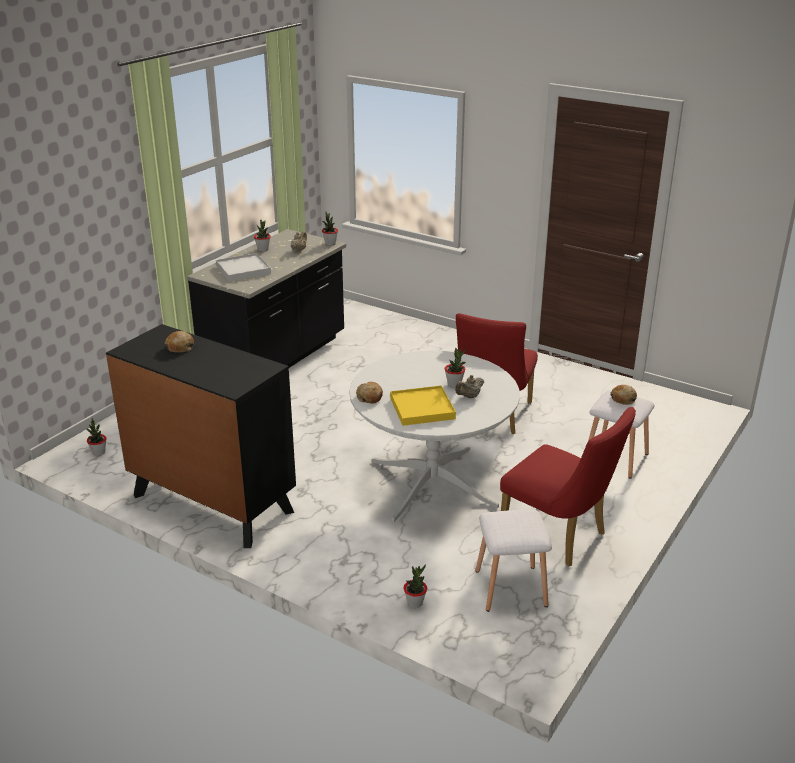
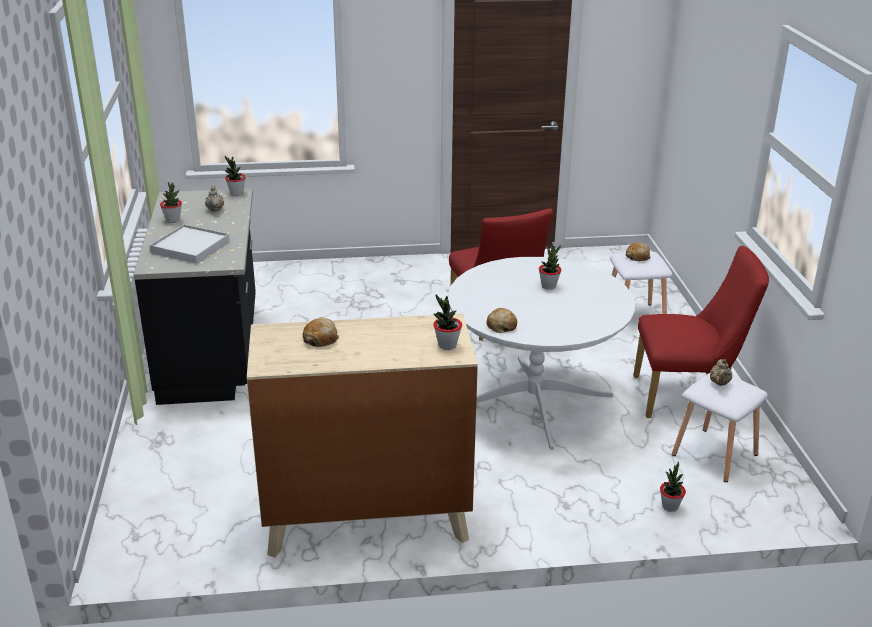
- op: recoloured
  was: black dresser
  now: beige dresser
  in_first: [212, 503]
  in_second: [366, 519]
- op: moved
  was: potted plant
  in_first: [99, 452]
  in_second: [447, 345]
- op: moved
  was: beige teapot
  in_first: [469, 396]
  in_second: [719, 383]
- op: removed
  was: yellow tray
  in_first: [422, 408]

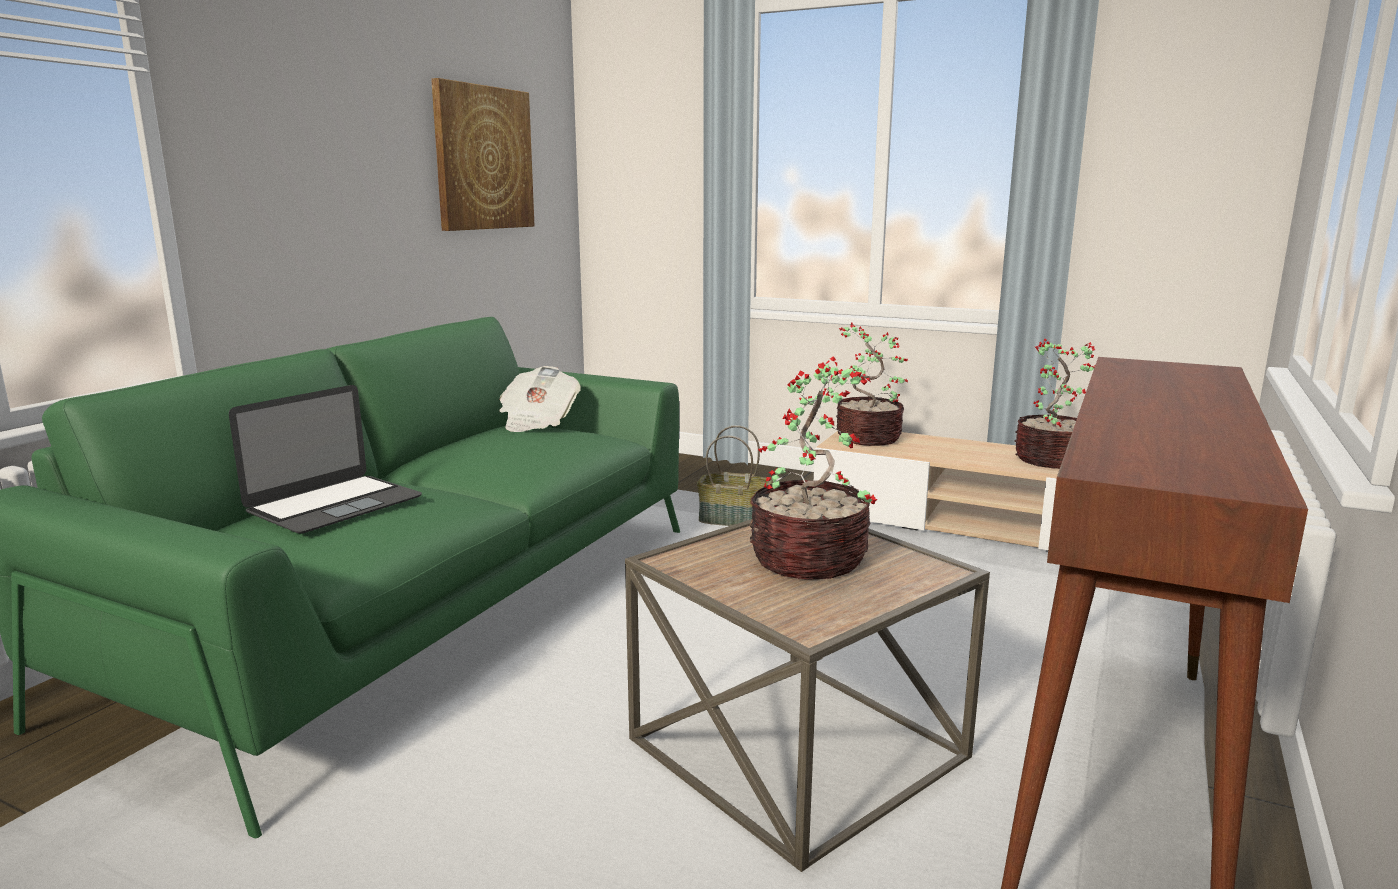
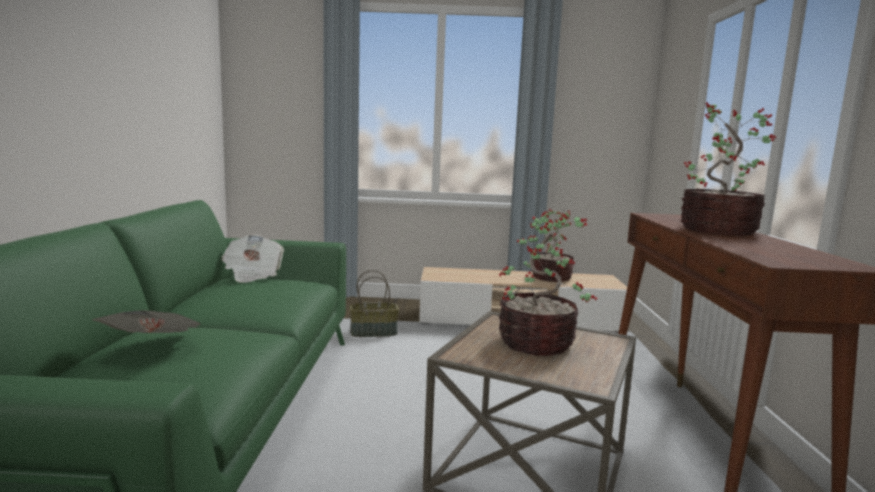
- op: replaced
  was: laptop
  now: newspaper
  in_first: [334, 504]
  in_second: [154, 348]
- op: moved
  was: potted plant
  in_first: [866, 438]
  in_second: [715, 230]
- op: removed
  was: picture
  in_first: [483, 158]

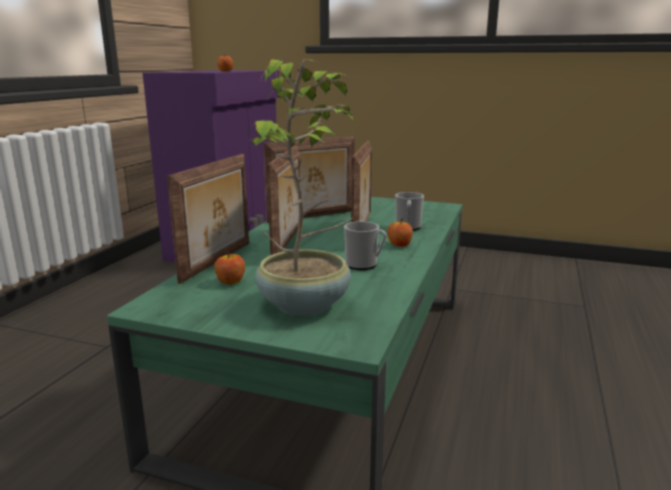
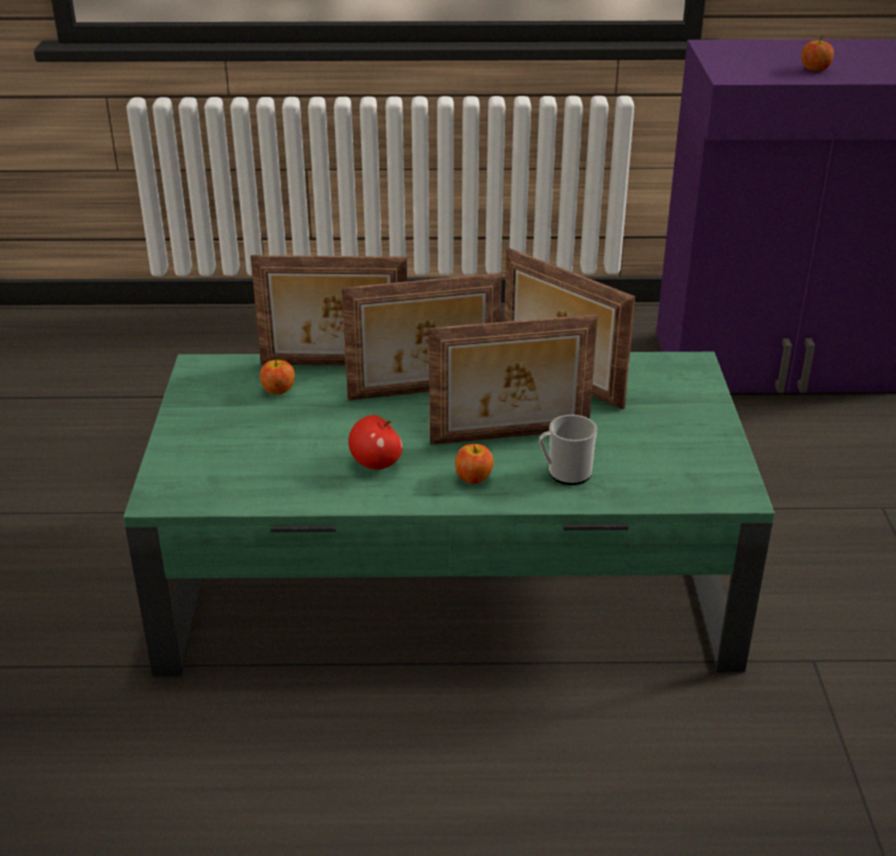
- op: replaced
  was: mug
  now: apple
  in_first: [364, 265]
  in_second: [376, 464]
- op: removed
  was: potted plant
  in_first: [306, 304]

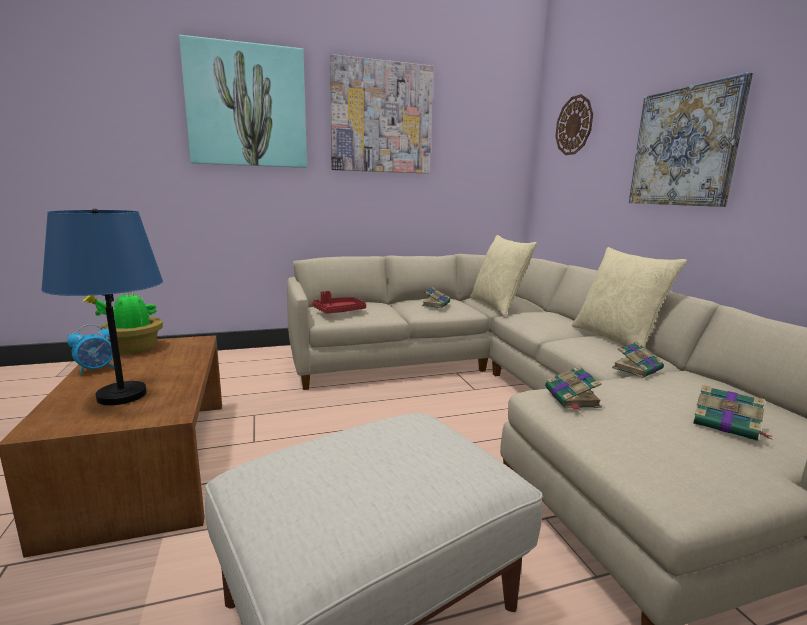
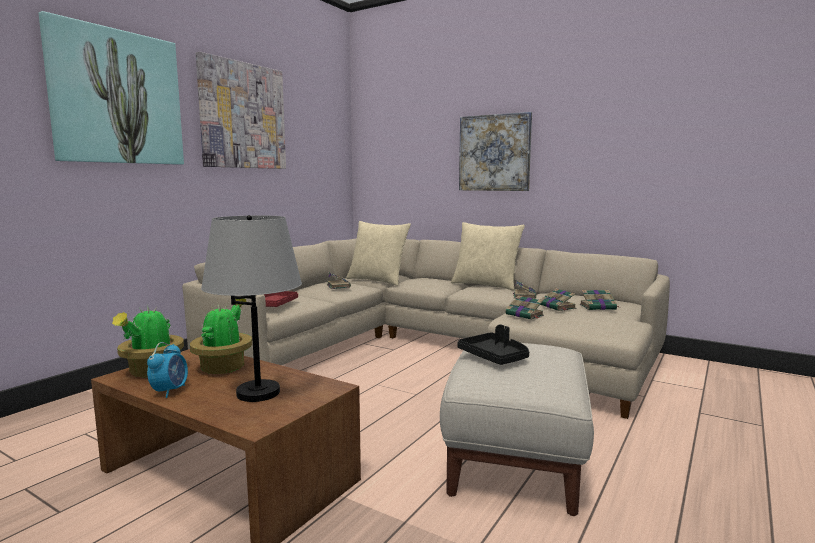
- op: added
  now: potted plant
  in_second: [224, 367]
- op: recoloured
  was: blue table lamp
  now: grey table lamp
  in_first: [122, 395]
  in_second: [259, 393]
- op: added
  now: black tray
  in_second: [495, 357]
- op: added
  now: book
  in_second: [558, 307]
- op: removed
  was: wall clock
  in_first: [574, 125]

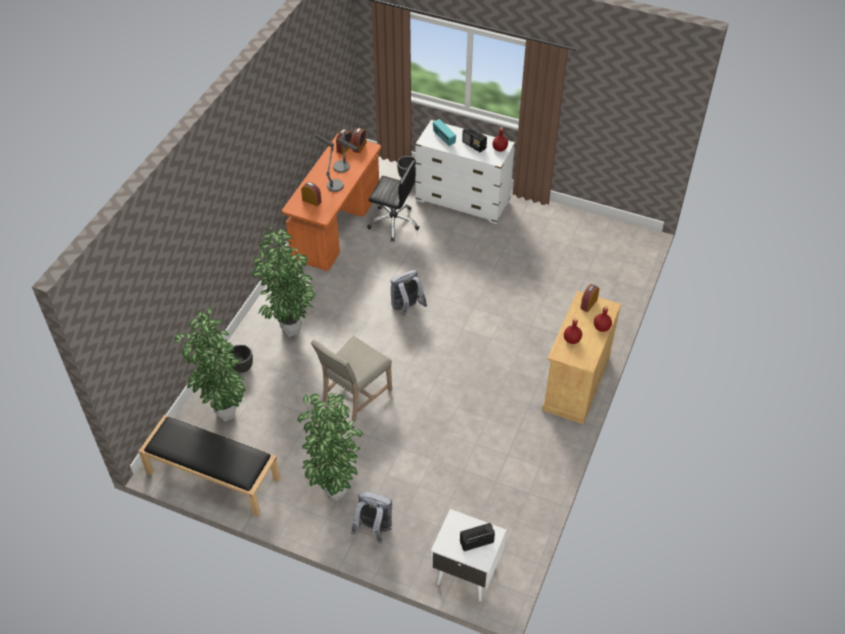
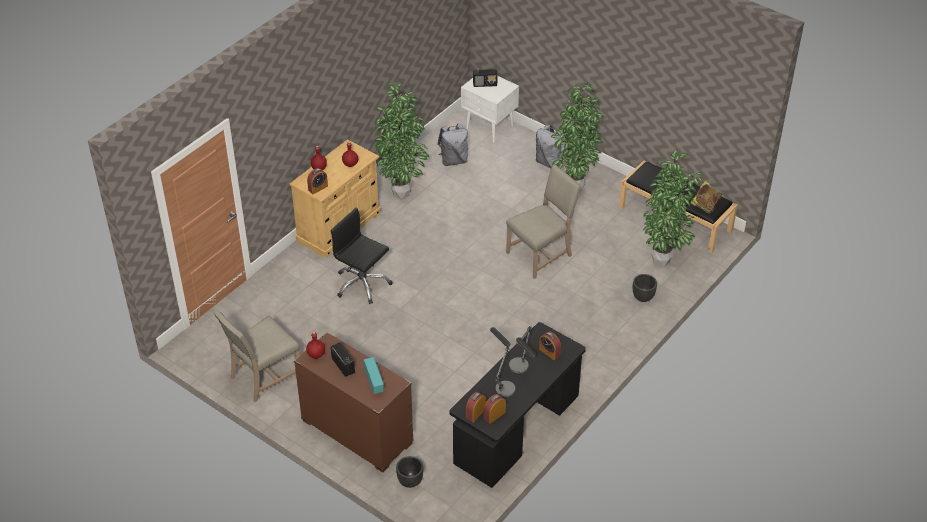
- op: added
  now: beige chair
  in_second: [263, 377]
- op: recoloured
  was: white dresser
  now: brown dresser
  in_first: [463, 201]
  in_second: [357, 432]
- op: moved
  was: black office chair
  in_first: [394, 223]
  in_second: [362, 284]
- op: moved
  was: potted plant
  in_first: [290, 332]
  in_second: [403, 193]
- op: moved
  was: grey backpack
  in_first: [406, 308]
  in_second: [453, 160]
- op: recoloured
  was: orange desk
  now: black desk
  in_first: [336, 226]
  in_second: [517, 431]
- op: added
  now: book
  in_second: [705, 205]

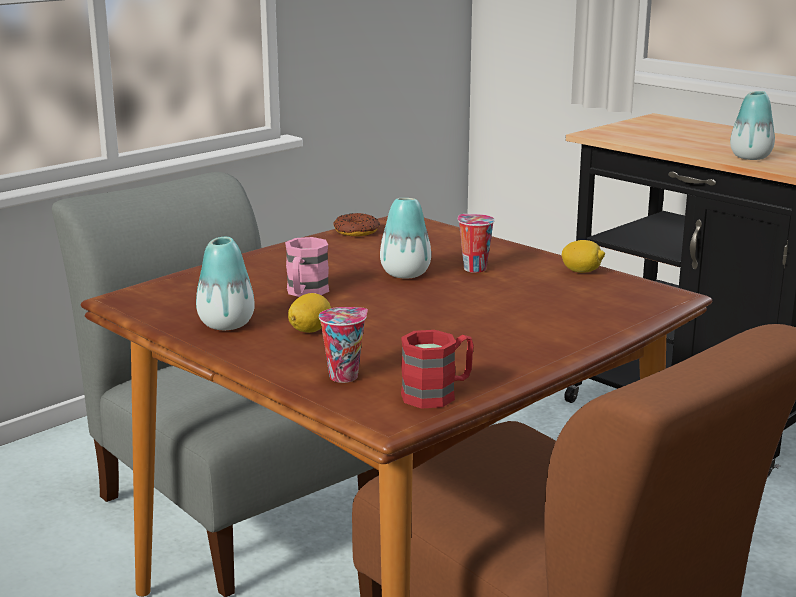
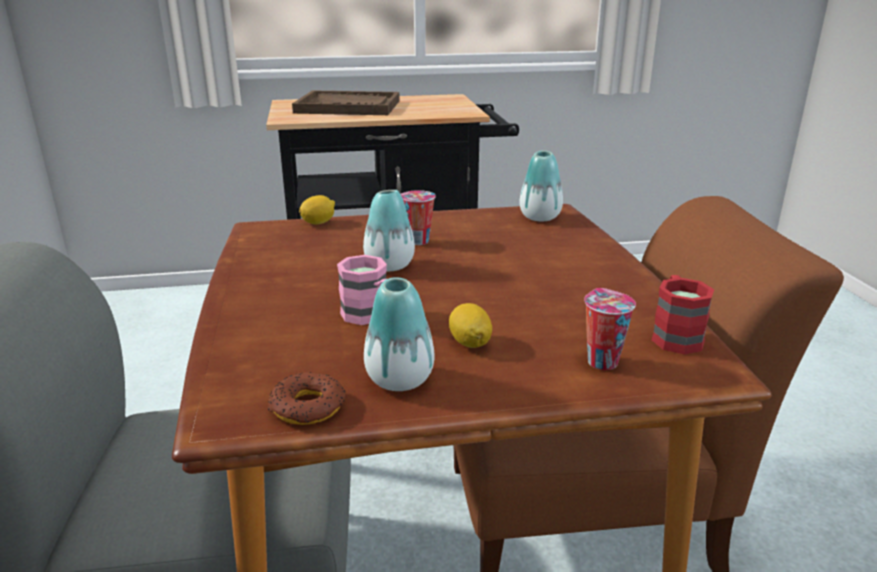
- op: moved
  was: donut
  in_first: [356, 231]
  in_second: [307, 407]
- op: added
  now: brown tray
  in_second: [348, 107]
- op: moved
  was: lemon
  in_first: [581, 271]
  in_second: [318, 223]
- op: moved
  was: vase
  in_first: [750, 157]
  in_second: [540, 217]

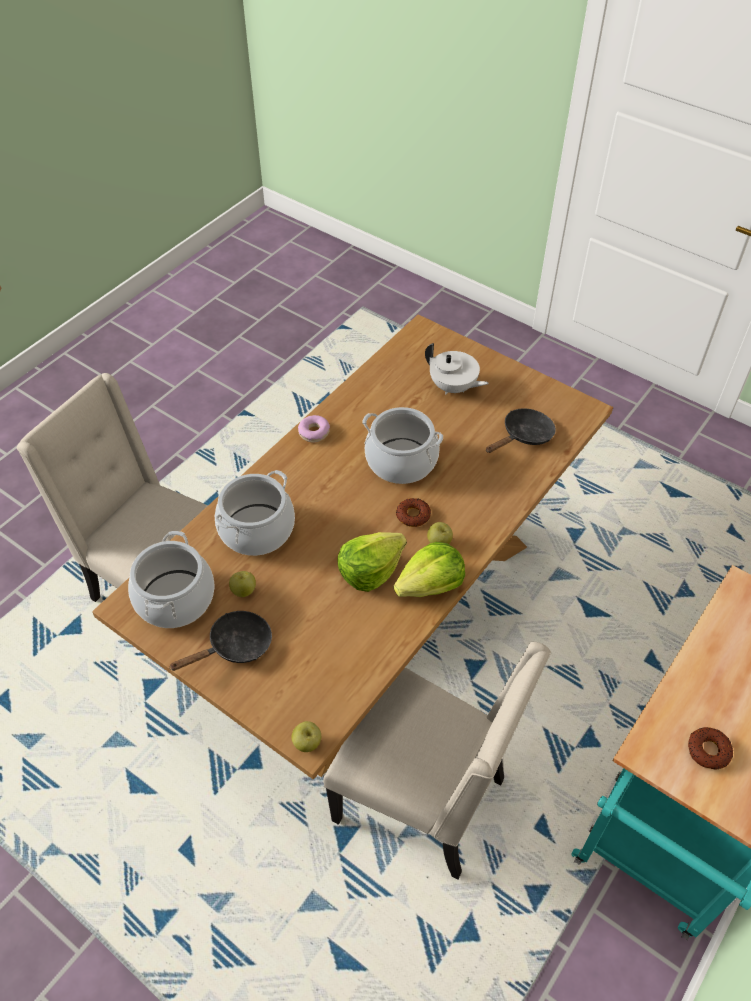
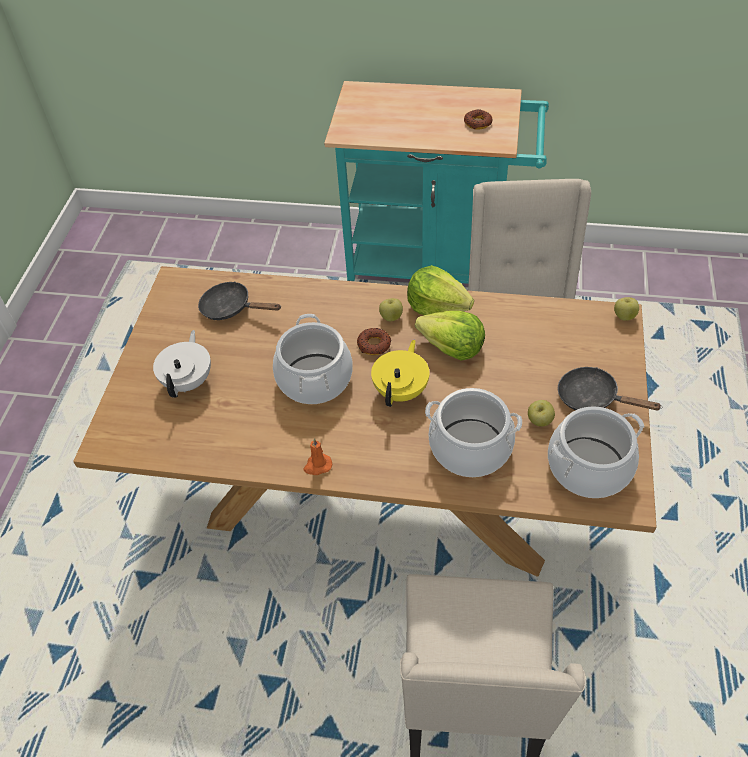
- op: replaced
  was: donut
  now: orange candle
  in_first: [314, 432]
  in_second: [317, 466]
- op: added
  now: yellow teapot
  in_second: [401, 390]

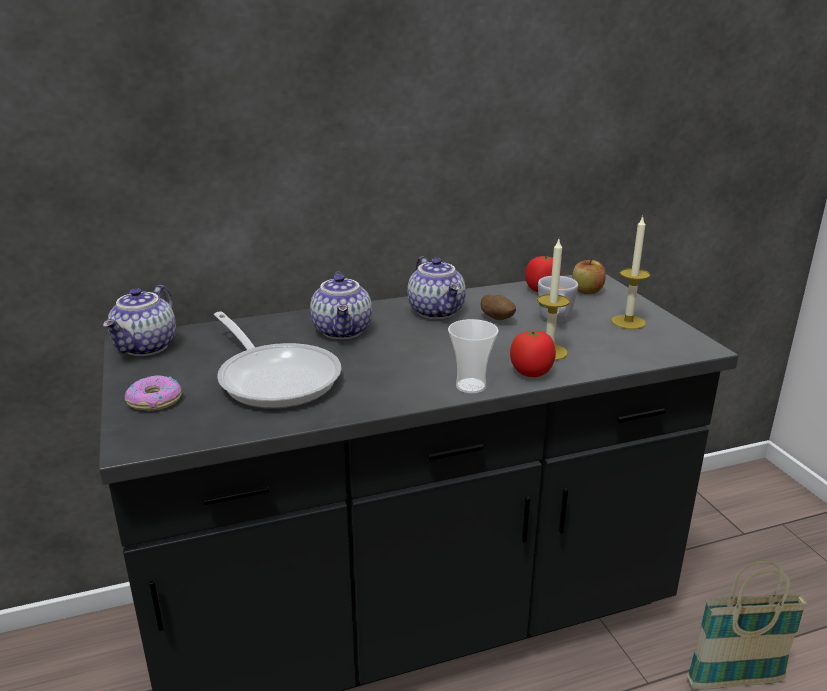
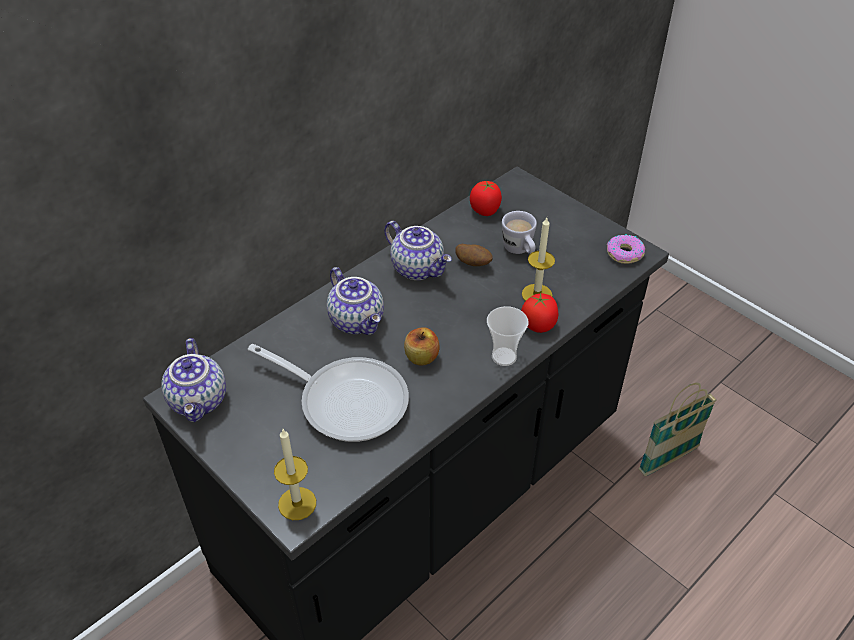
- op: moved
  was: candle
  in_first: [628, 322]
  in_second: [297, 503]
- op: moved
  was: apple
  in_first: [587, 291]
  in_second: [421, 357]
- op: moved
  was: donut
  in_first: [154, 401]
  in_second: [624, 254]

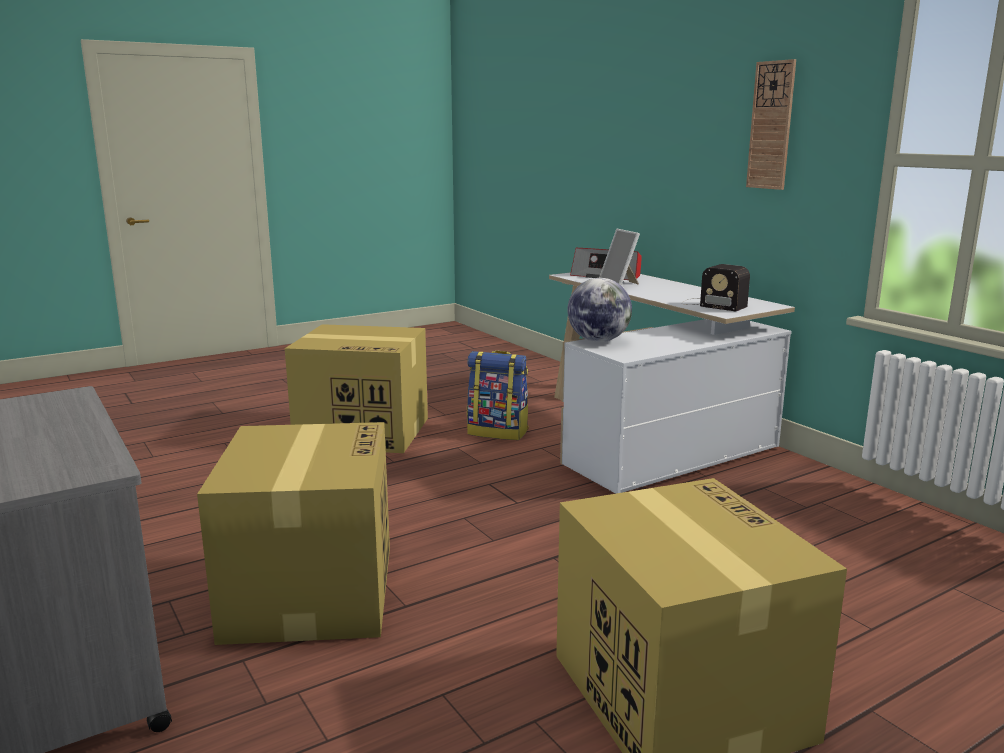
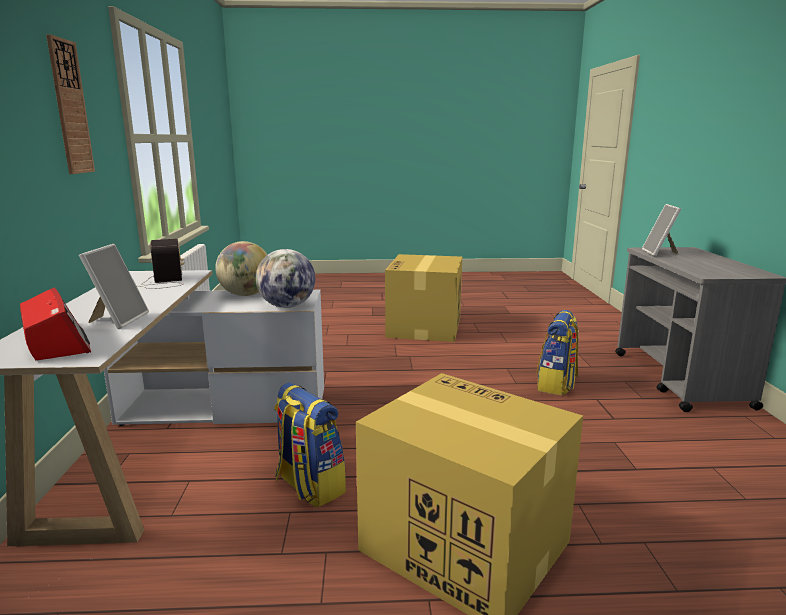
- op: added
  now: globe
  in_second: [245, 295]
- op: replaced
  was: cardboard box
  now: backpack
  in_first: [310, 590]
  in_second: [556, 385]
- op: added
  now: picture frame
  in_second: [660, 253]

